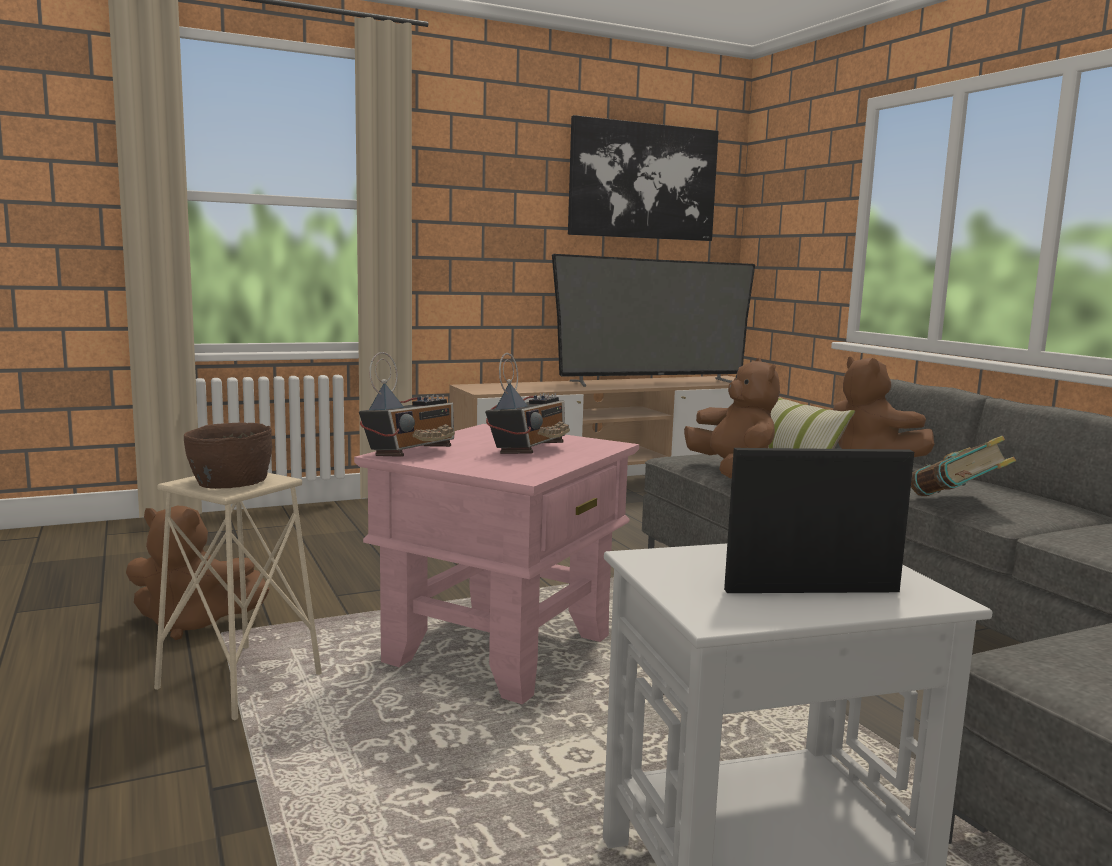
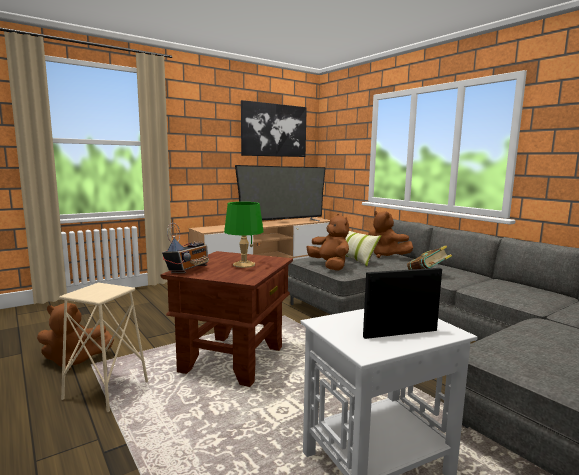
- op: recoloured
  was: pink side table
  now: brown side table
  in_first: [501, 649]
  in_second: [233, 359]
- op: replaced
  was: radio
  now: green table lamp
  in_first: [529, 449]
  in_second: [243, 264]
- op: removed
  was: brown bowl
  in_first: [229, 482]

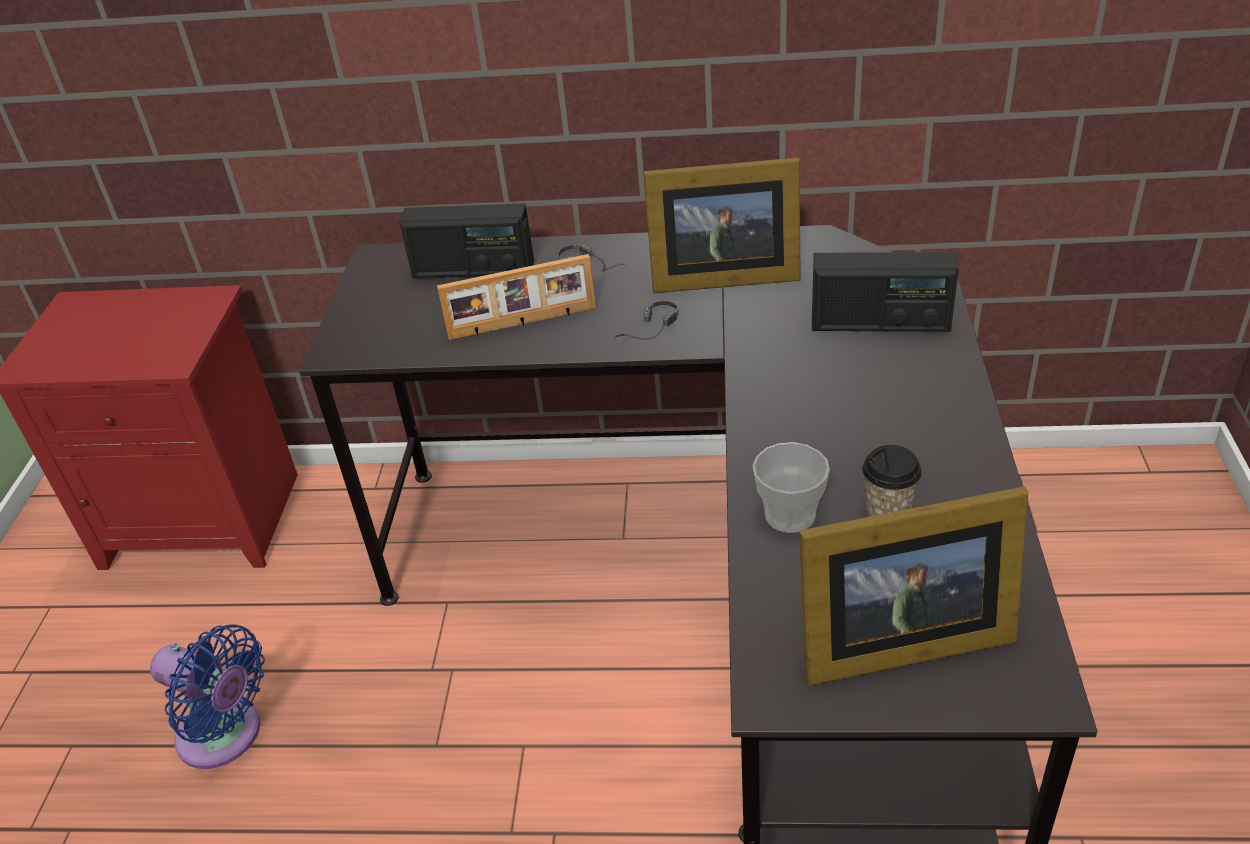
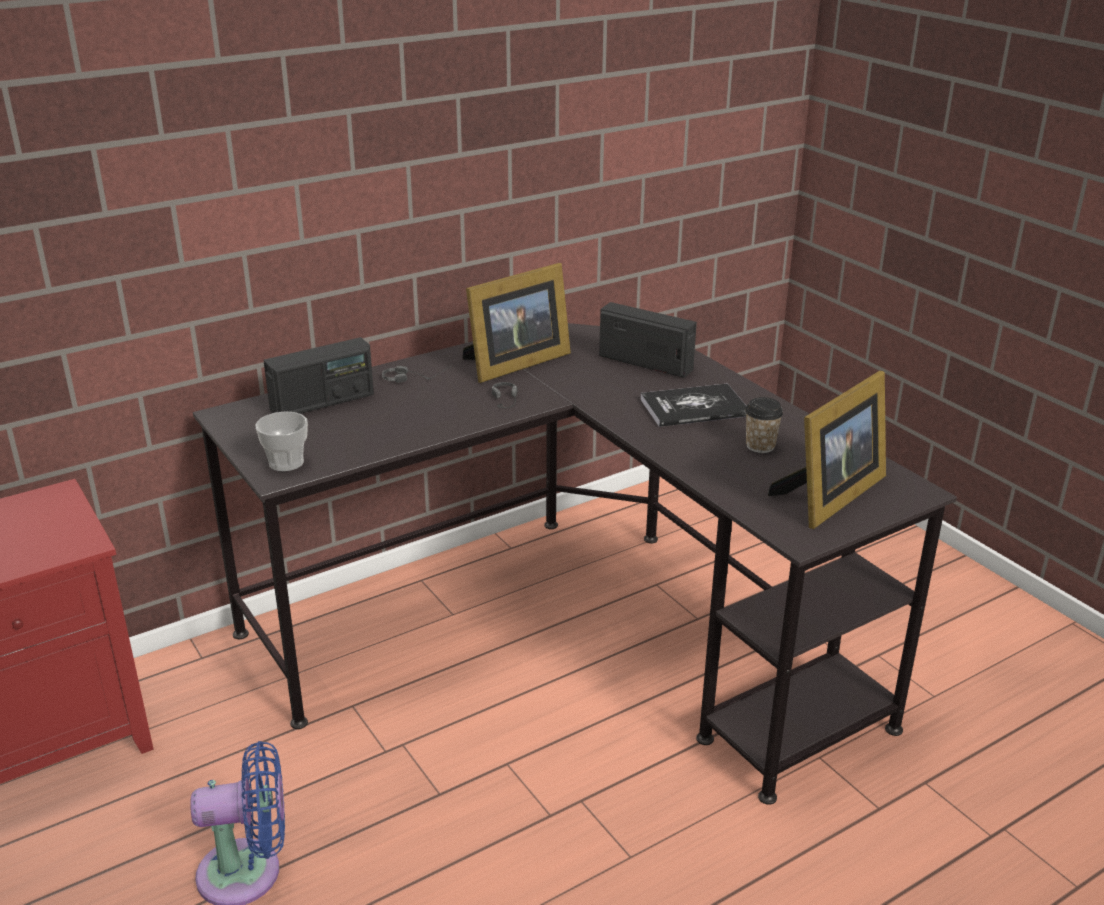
- op: moved
  was: cup
  in_first: [790, 515]
  in_second: [286, 462]
- op: turned
  was: radio
  in_first: [880, 323]
  in_second: [645, 363]
  clockwise: -120
- op: added
  now: book
  in_second: [694, 407]
- op: removed
  was: picture frame
  in_first: [523, 323]

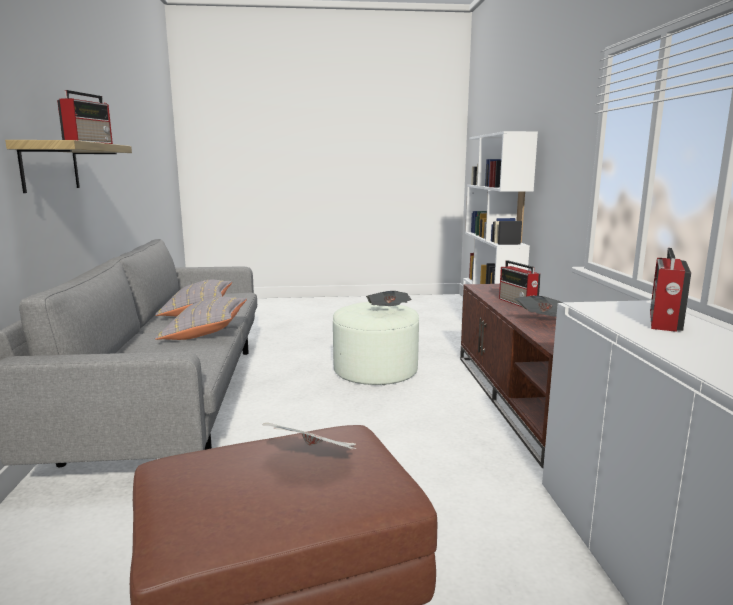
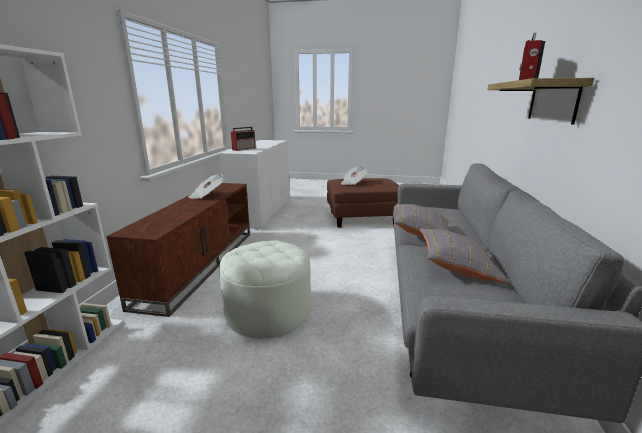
- op: removed
  was: newspaper
  in_first: [388, 311]
- op: removed
  was: radio
  in_first: [518, 303]

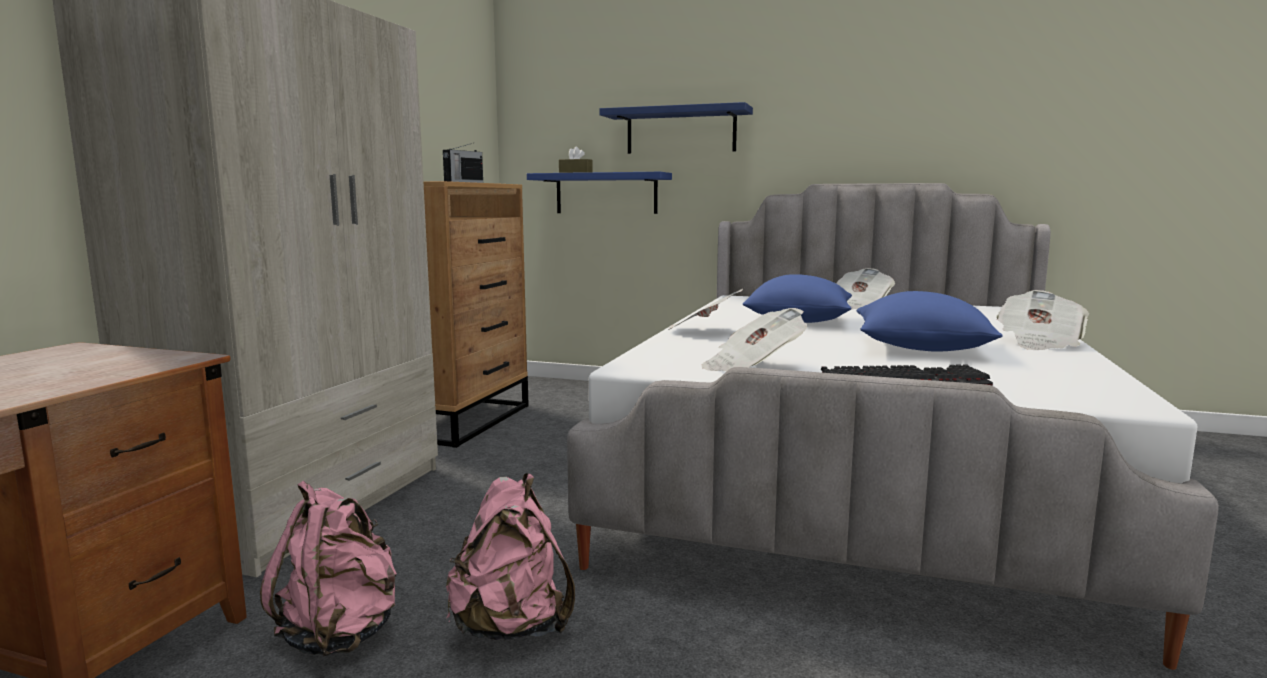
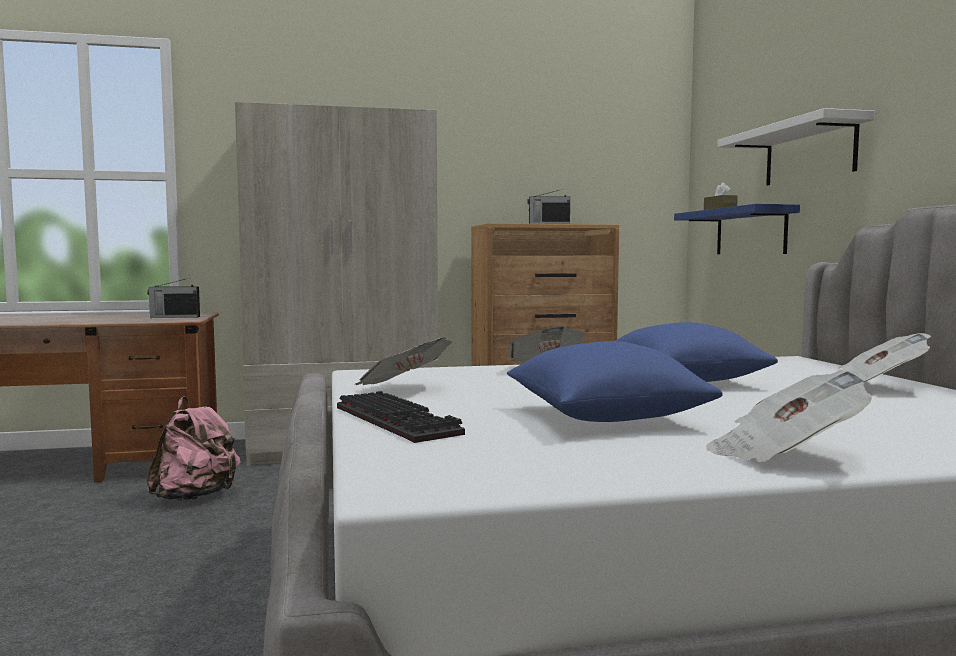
- op: added
  now: radio
  in_second: [174, 317]
- op: recoloured
  was: blue shelf
  now: white shelf
  in_first: [681, 131]
  in_second: [809, 153]
- op: removed
  was: pink backpack
  in_first: [512, 627]

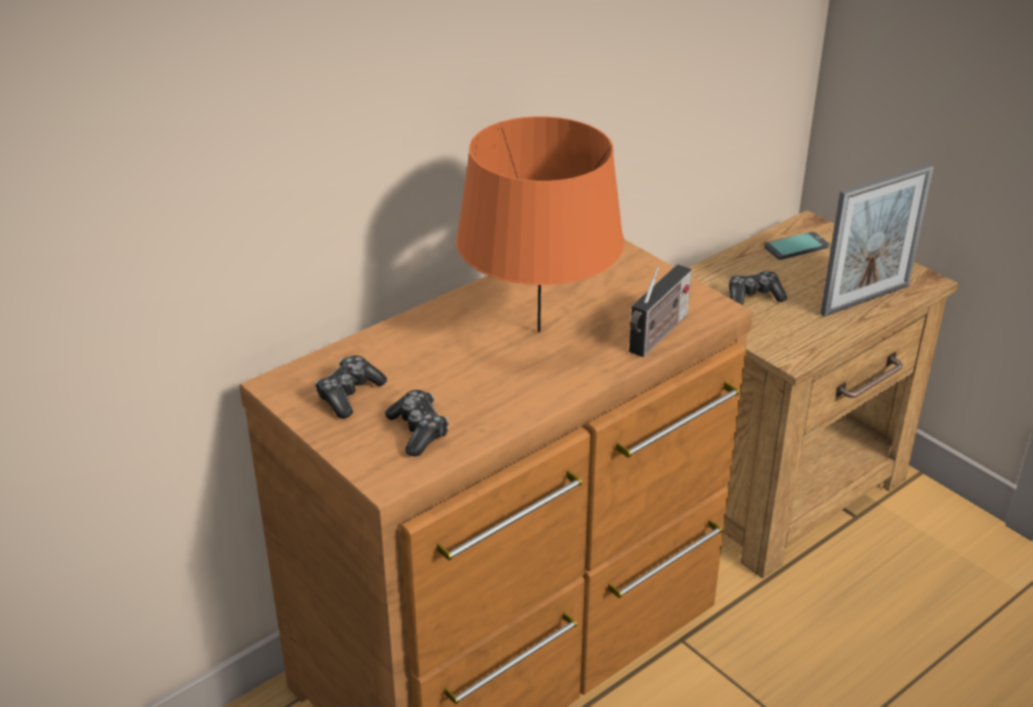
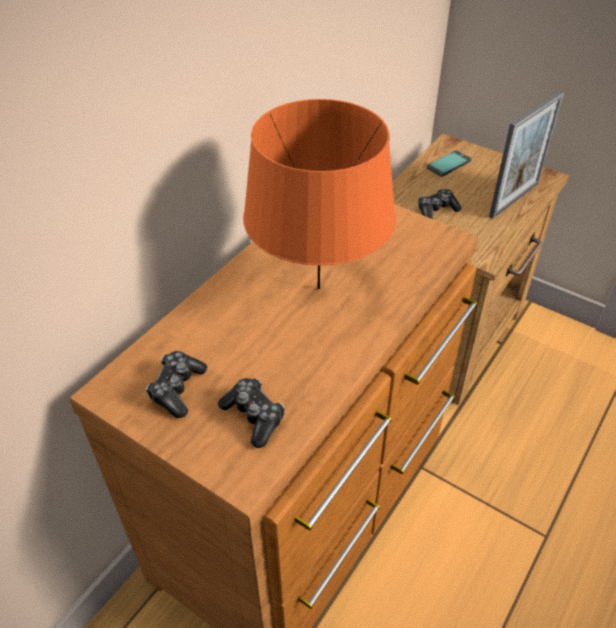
- op: removed
  was: radio
  in_first: [657, 336]

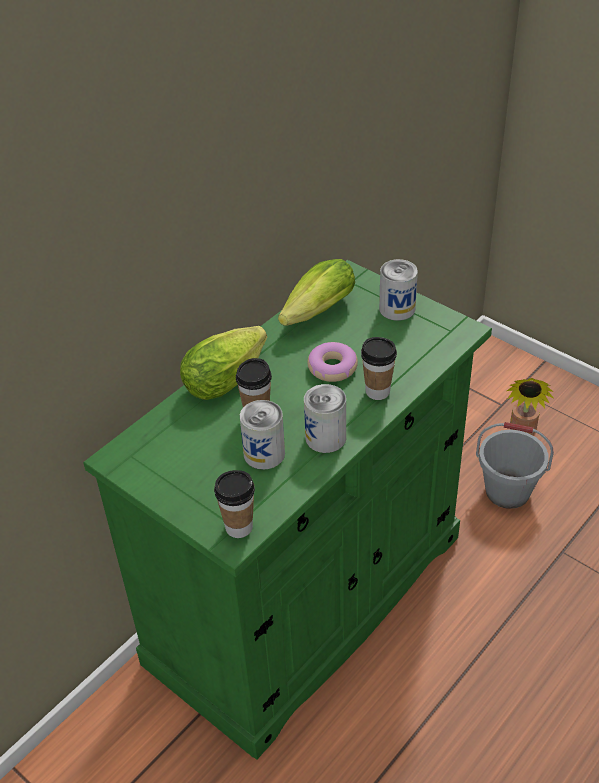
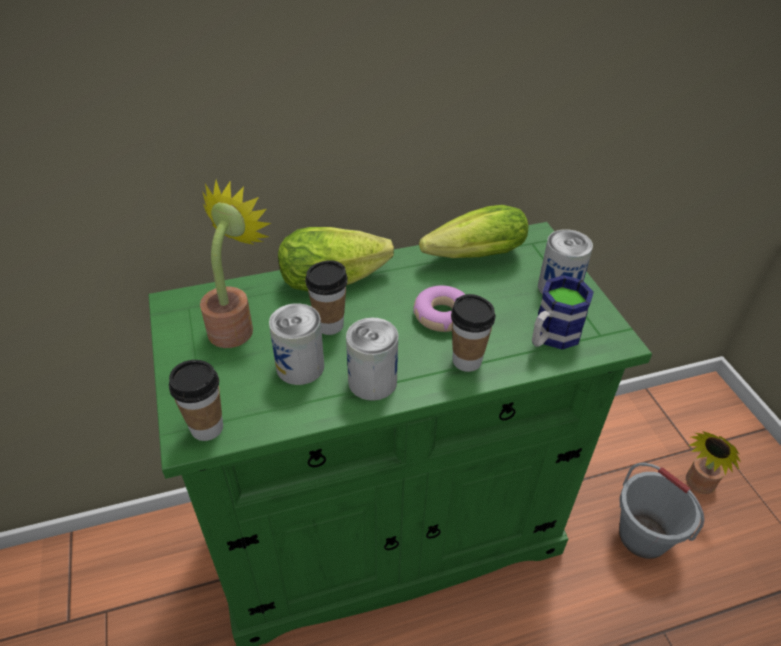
- op: added
  now: potted plant
  in_second: [235, 325]
- op: added
  now: mug
  in_second: [551, 337]

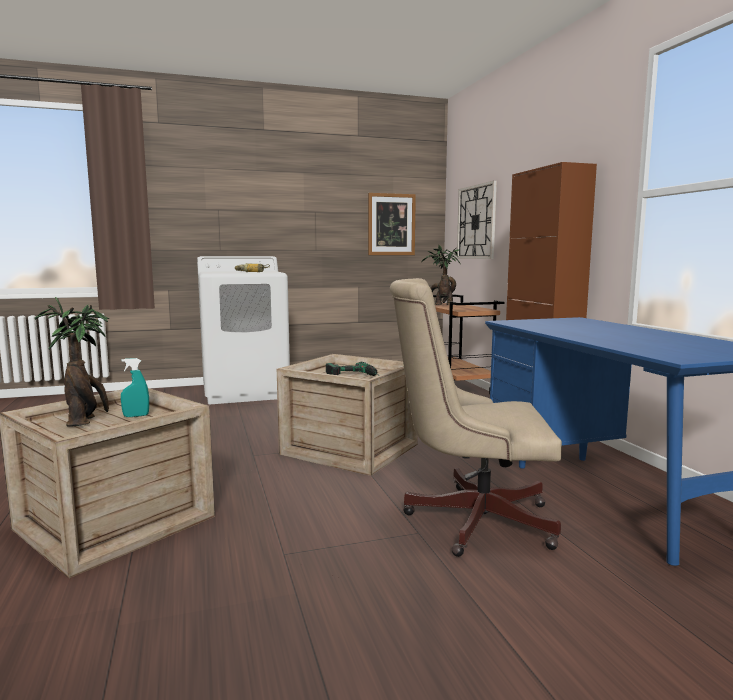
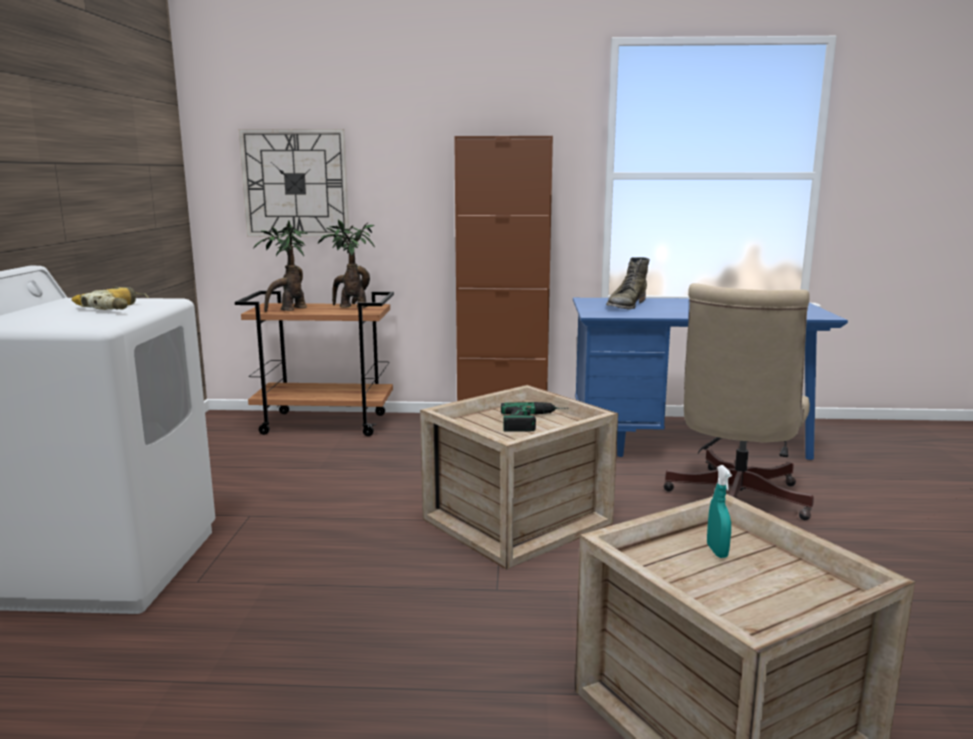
- op: moved
  was: potted plant
  in_first: [85, 420]
  in_second: [350, 307]
- op: added
  now: green boot
  in_second: [626, 305]
- op: removed
  was: picture
  in_first: [391, 224]

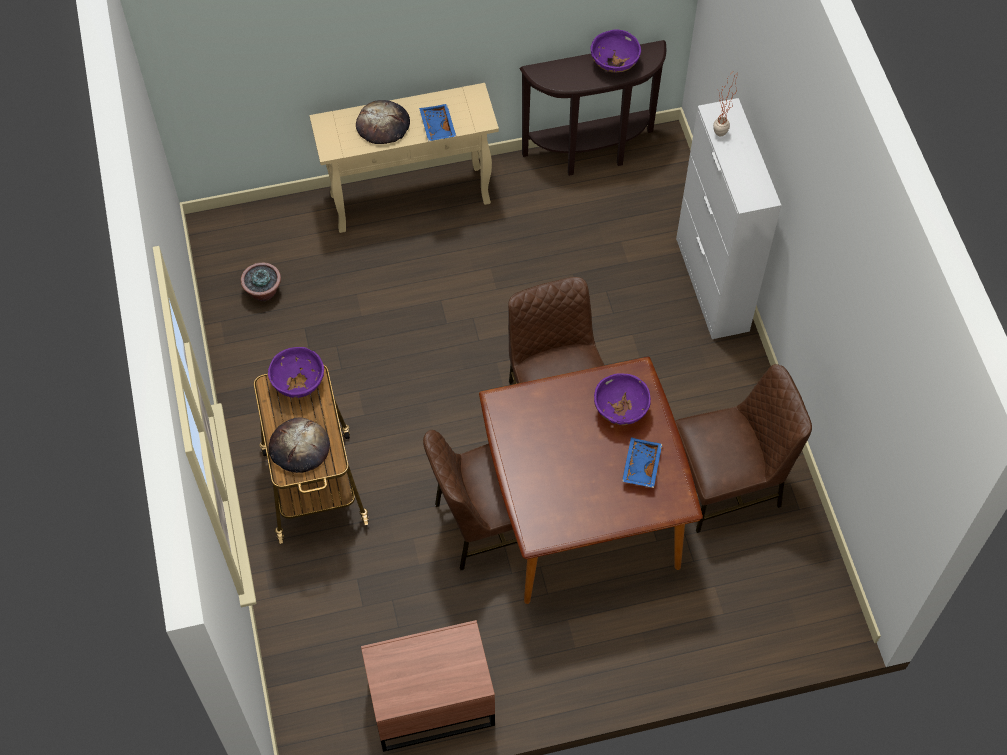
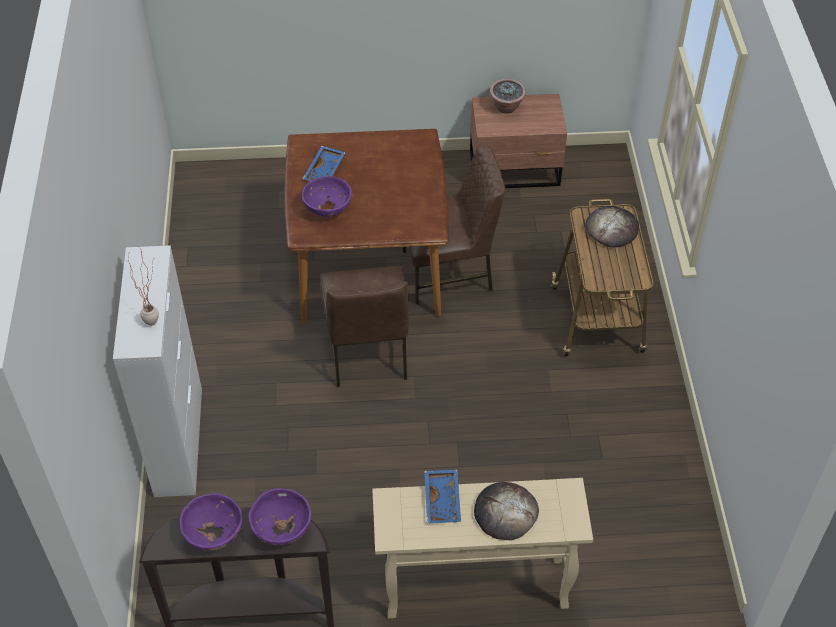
- op: moved
  was: purple bowl
  in_first: [299, 383]
  in_second: [282, 530]
- op: moved
  was: potted plant
  in_first: [263, 292]
  in_second: [506, 107]
- op: removed
  was: brown chair
  in_first: [728, 484]

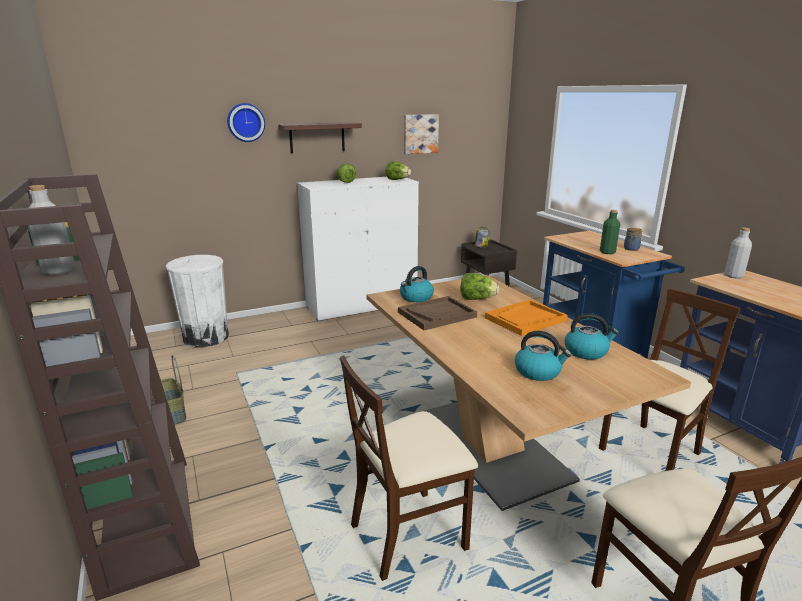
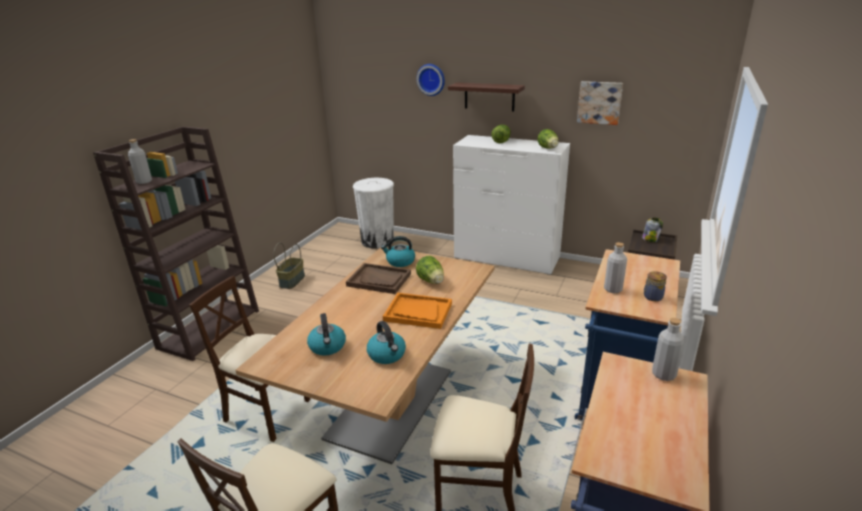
- op: recoloured
  was: green bottle
  now: grey bottle
  in_first: [607, 252]
  in_second: [613, 289]

